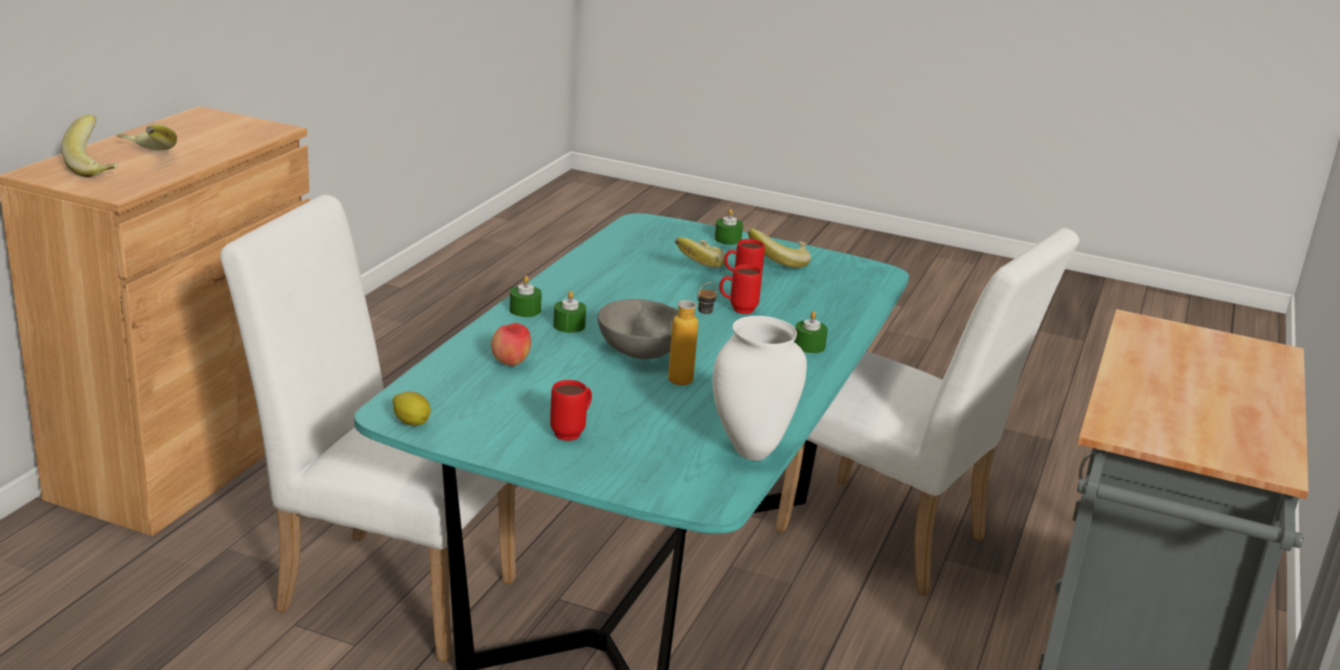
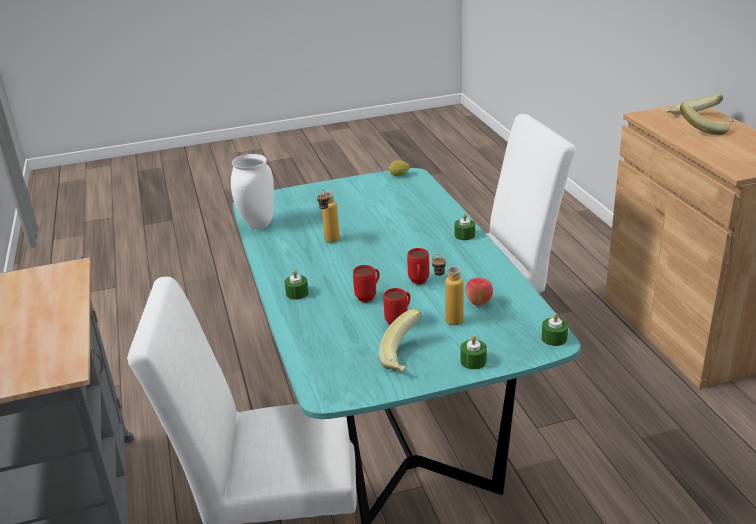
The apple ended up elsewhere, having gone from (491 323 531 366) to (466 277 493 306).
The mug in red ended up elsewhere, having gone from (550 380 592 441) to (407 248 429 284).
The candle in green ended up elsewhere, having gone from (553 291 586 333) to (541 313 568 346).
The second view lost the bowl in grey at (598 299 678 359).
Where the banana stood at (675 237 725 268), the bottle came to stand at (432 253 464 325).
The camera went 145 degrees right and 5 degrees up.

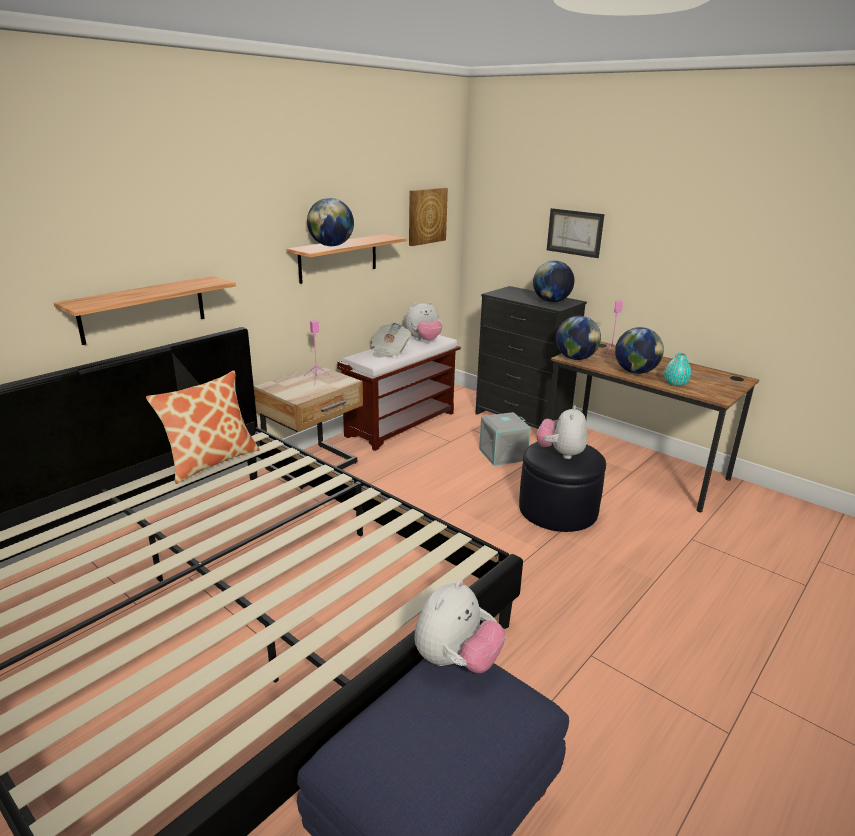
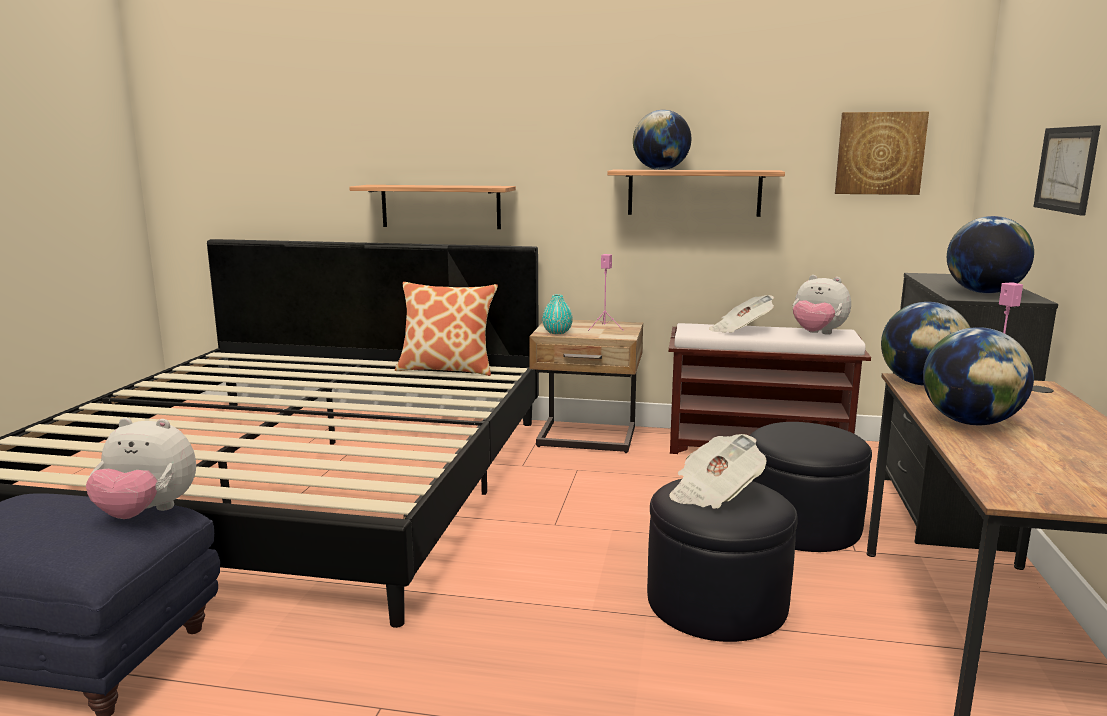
Where the storage box in grey stood at (479 412 530 466), the ottoman in black came to stand at (749 422 872 552).
Where the plush toy stood at (537 406 587 459), the newspaper came to stand at (669 434 766 509).
The vase in turquoise ended up elsewhere, having gone from (664 353 691 386) to (542 294 573 334).
The camera went 60 degrees right and 10 degrees down.

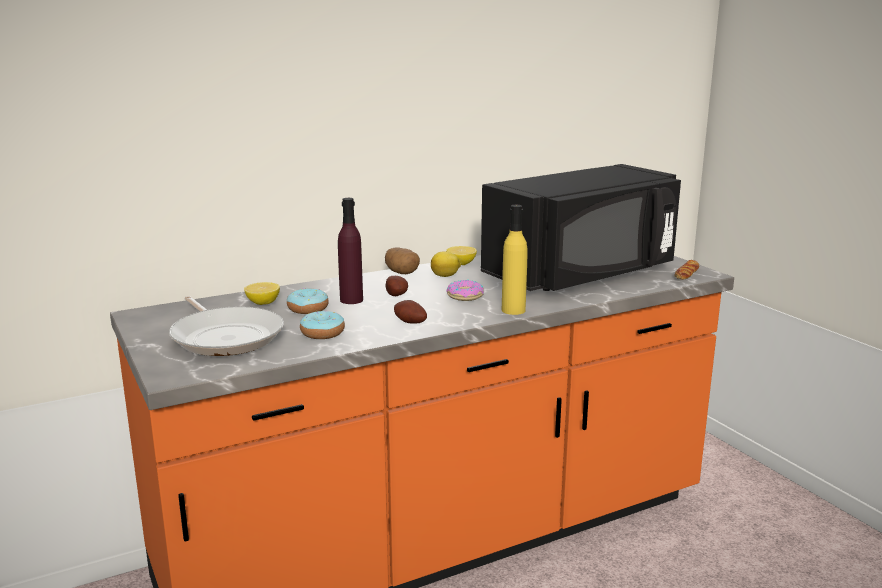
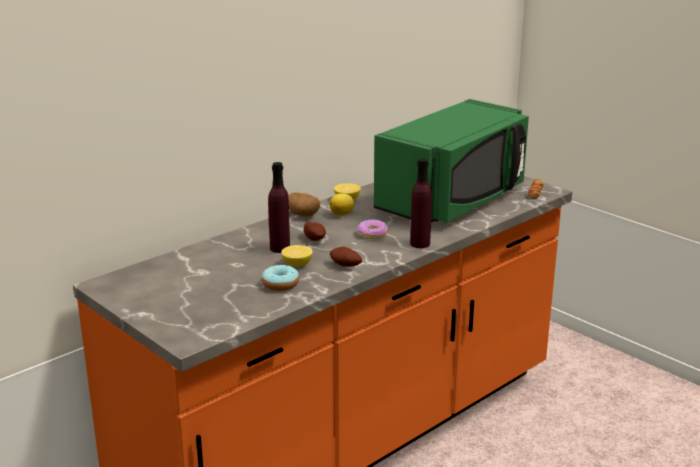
The second view lost the frying pan at (169 296 284 356).
The lemon ended up elsewhere, having gone from (244 282 280 305) to (281 245 313 267).
The second view lost the donut at (287 288 329 314).
What was the microwave in black at (481 164 681 291) turned into the microwave in green at (374 99 529 223).
What was the bottle in yellow at (502 205 527 315) turned into the bottle in purple at (410 158 432 248).
The camera went 15 degrees left and 5 degrees up.

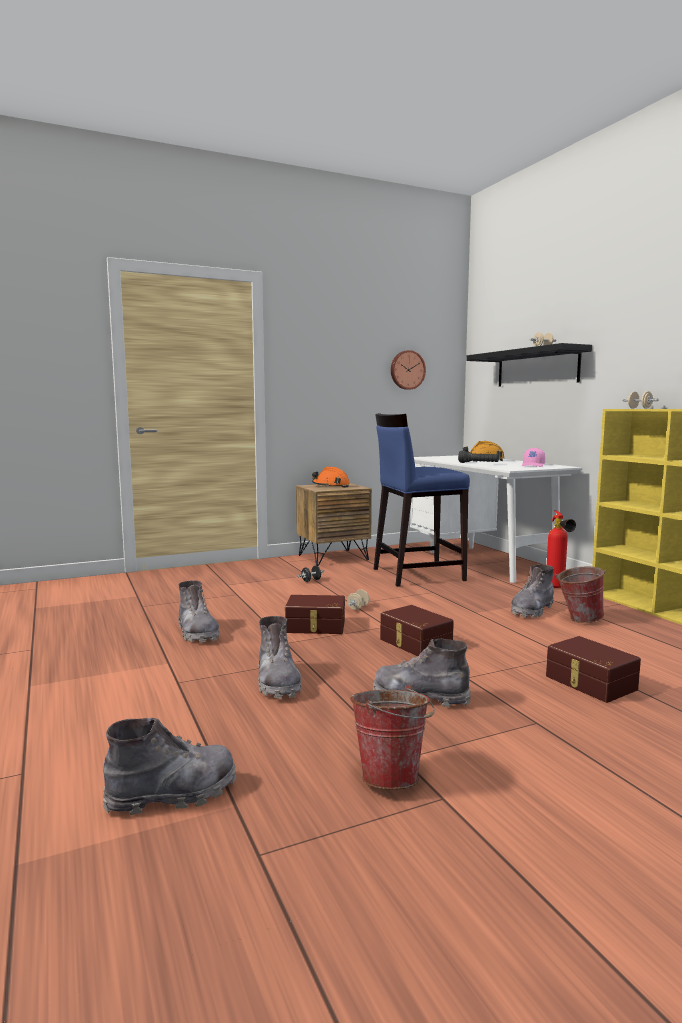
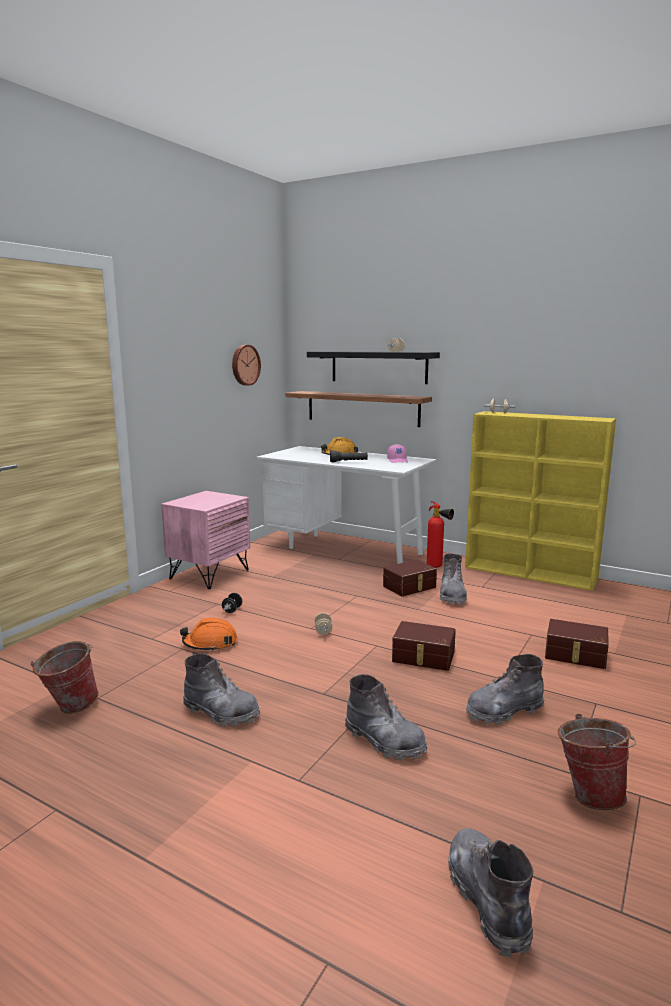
The boot in grey at (103 718 236 815) ended up facing another way, 45 degrees counterclockwise from before.
The storage box in brown ended up elsewhere, having gone from (285 595 345 634) to (383 560 437 596).
What was the nightstand in brown at (296 483 372 566) turned into the nightstand in pink at (161 491 250 589).
The hard hat in orange ended up elsewhere, having gone from (312 467 350 488) to (180 618 237 652).
The second view lost the stool in blue at (374 413 470 587).
The bucket ended up elsewhere, having gone from (555 566 606 623) to (31 641 99 714).
The second view gained the shelf at (285 391 432 427).
The camera went 35 degrees left and 5 degrees up.

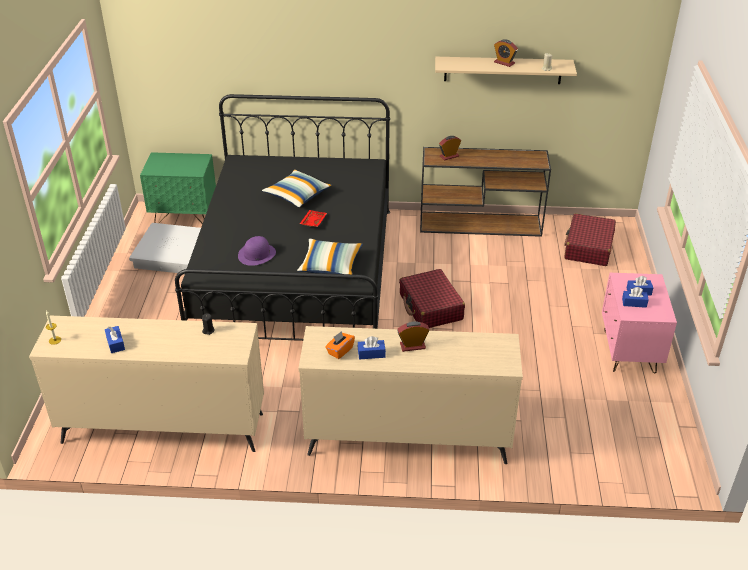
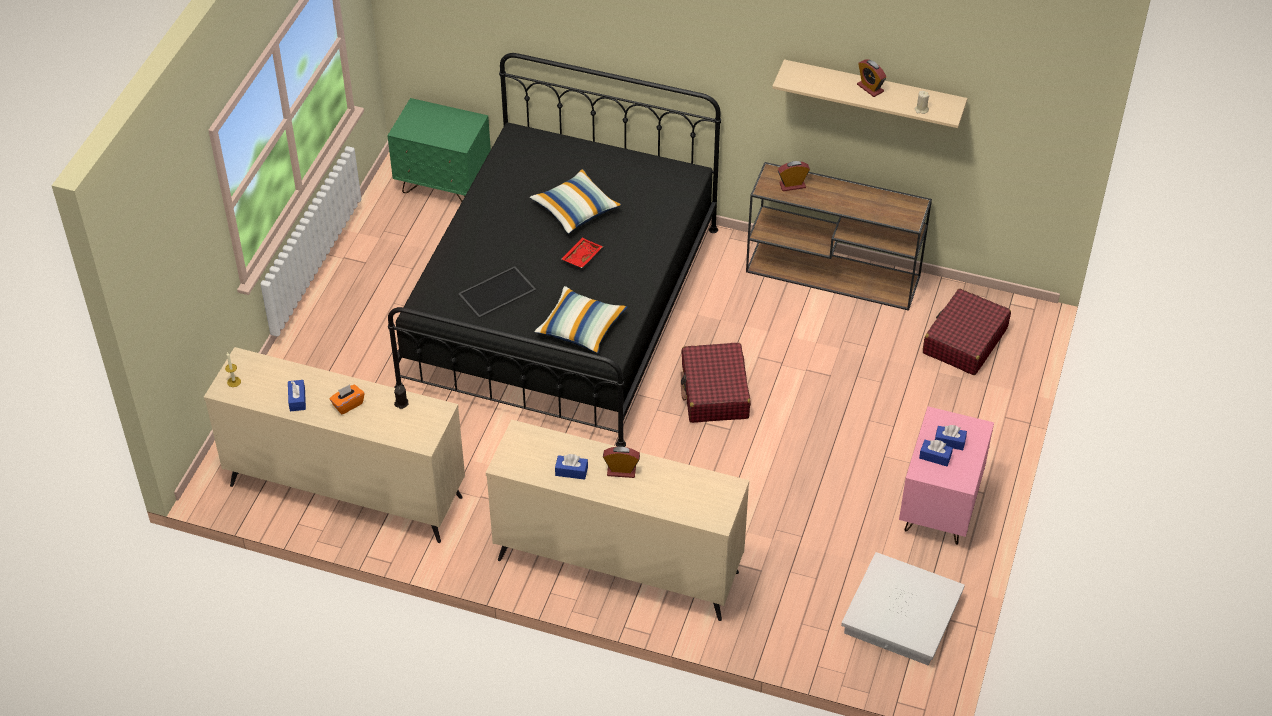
The storage box in white ended up elsewhere, having gone from (129 223 201 273) to (841 552 965 665).
Where the hat in purple stood at (238 236 276 266), the tray came to stand at (458 266 536 319).
The tissue box in orange ended up elsewhere, having gone from (325 331 355 359) to (329 384 364 414).
The camera went 15 degrees right and 10 degrees up.

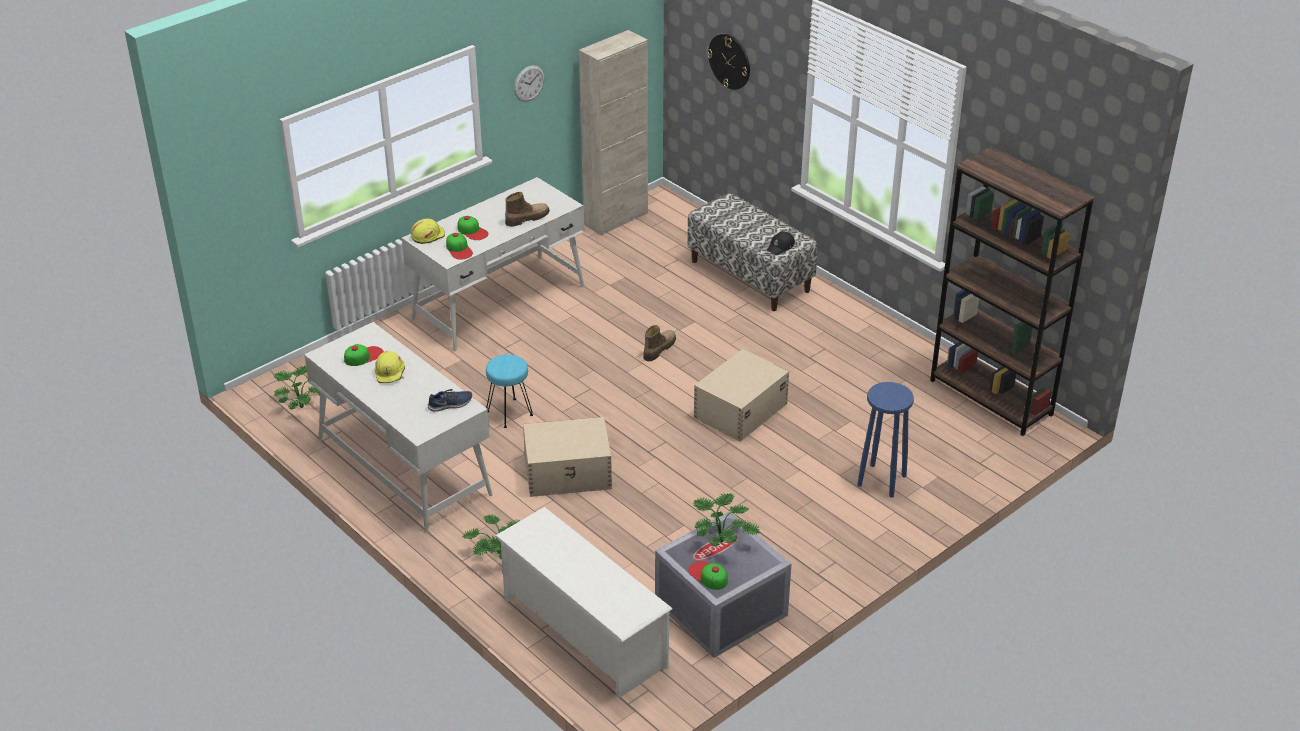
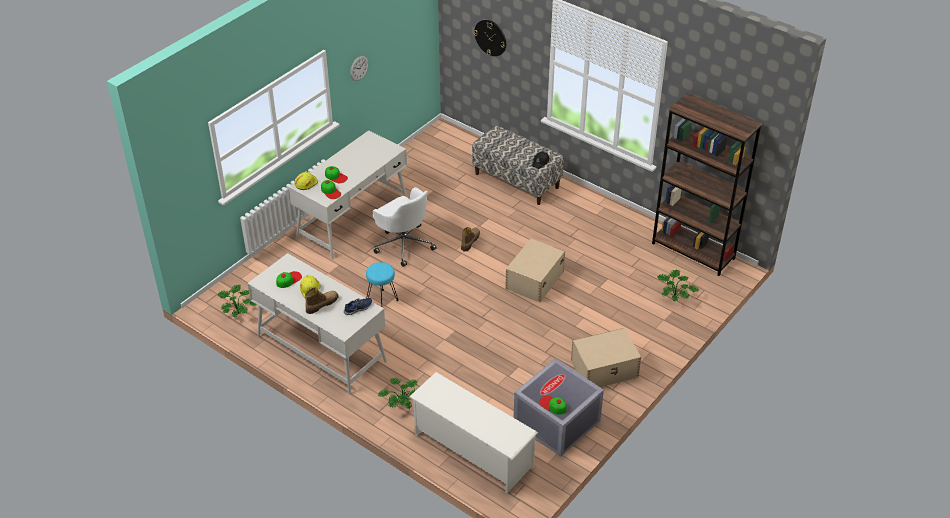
The boot ended up elsewhere, having gone from (505 192 550 226) to (305 287 339 314).
The storage box in beige ended up elsewhere, having gone from (523 417 612 497) to (571 328 641 387).
The second view lost the cabinet in beige at (579 30 648 236).
The potted plant ended up elsewhere, having gone from (693 493 760 546) to (658 270 698 301).
The second view lost the stool in blue at (857 382 914 498).
The second view gained the office chair in white at (373 187 437 267).
The camera went 10 degrees left and 5 degrees up.

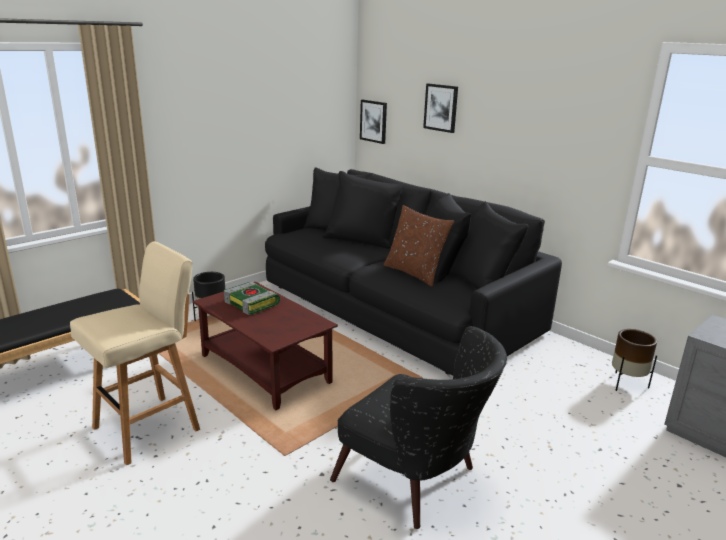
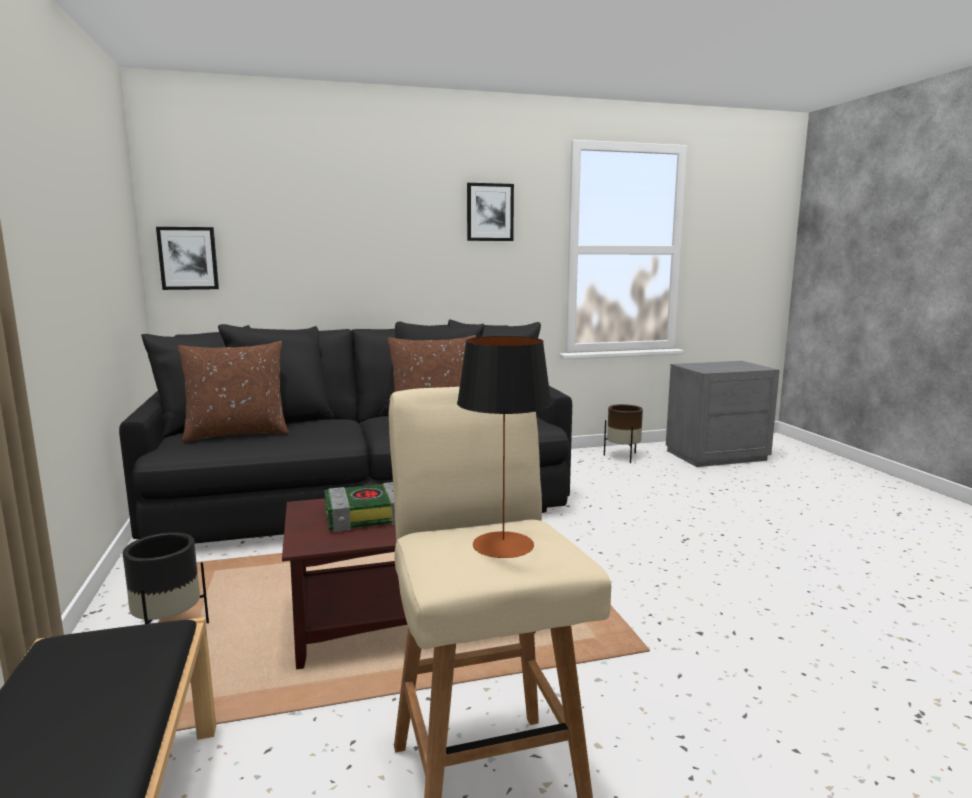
The second view lost the armchair in black at (330 326 507 529).
The picture ended up elsewhere, having gone from (423 83 458 133) to (467 183 514 241).
The second view gained the pillow in brown at (178 341 289 442).
The second view gained the table lamp at (457 336 552 558).
The camera went 60 degrees left and 10 degrees down.

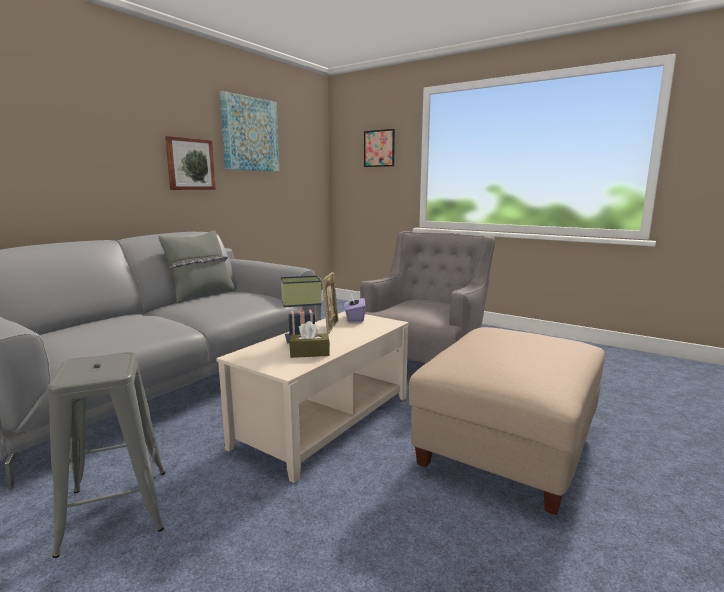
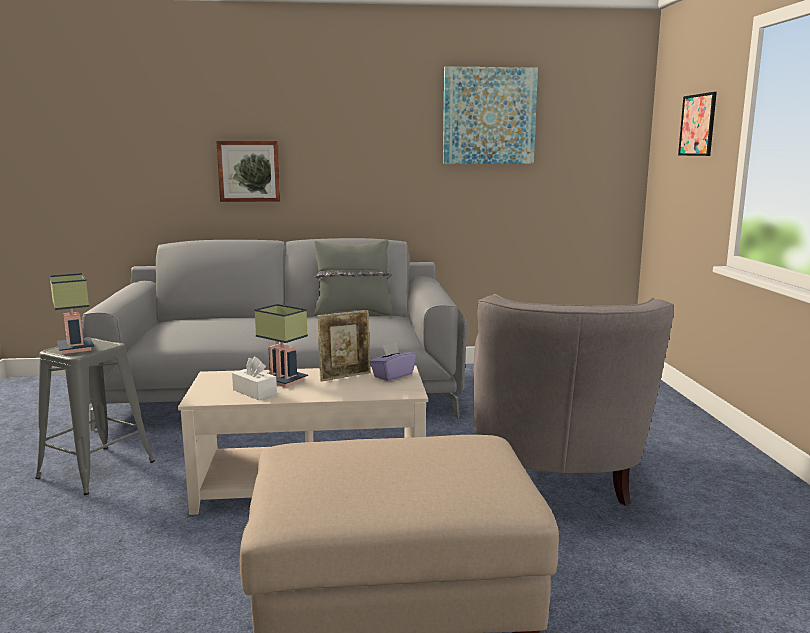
The picture ended up elsewhere, having gone from (165 136 216 190) to (216 141 280 202).
What was the tissue box in brown at (289 321 330 358) turned into the tissue box in white at (232 356 277 400).
The armchair in grey at (360 231 495 363) ended up facing another way, 105 degrees clockwise from before.
The second view gained the table lamp at (49 273 94 354).
The camera went 50 degrees right and 0 degrees up.

